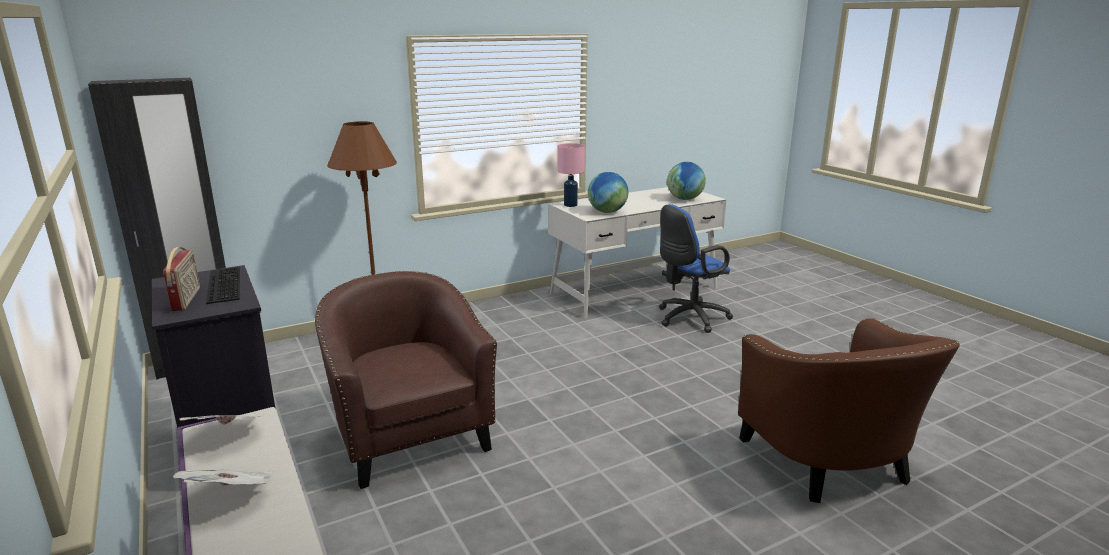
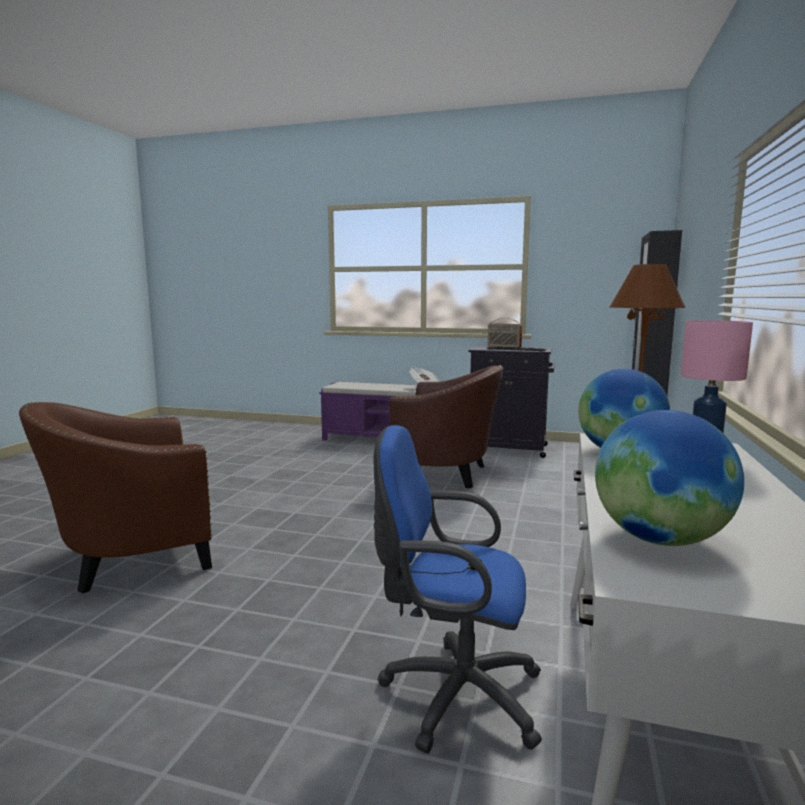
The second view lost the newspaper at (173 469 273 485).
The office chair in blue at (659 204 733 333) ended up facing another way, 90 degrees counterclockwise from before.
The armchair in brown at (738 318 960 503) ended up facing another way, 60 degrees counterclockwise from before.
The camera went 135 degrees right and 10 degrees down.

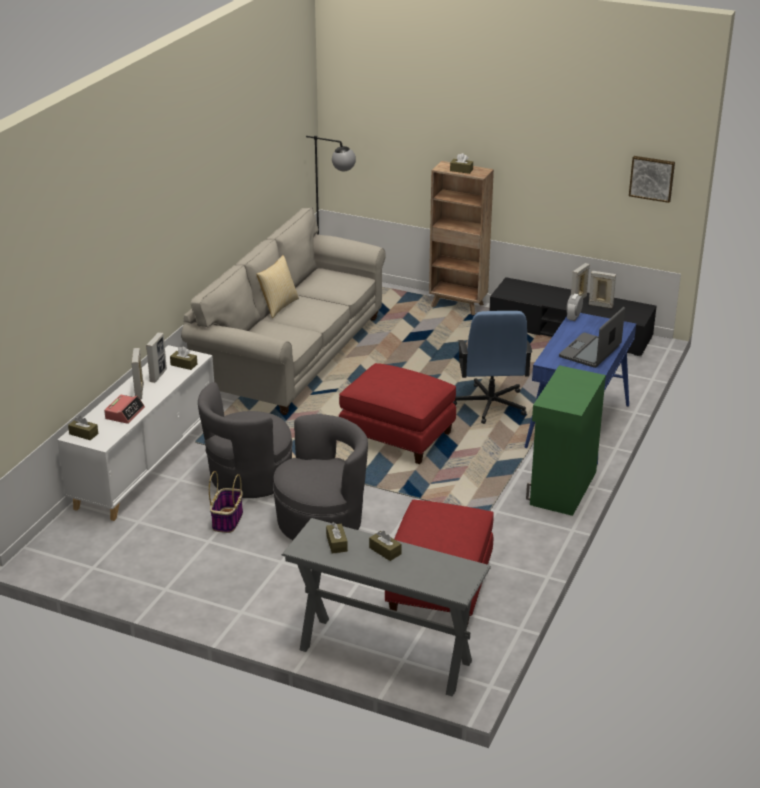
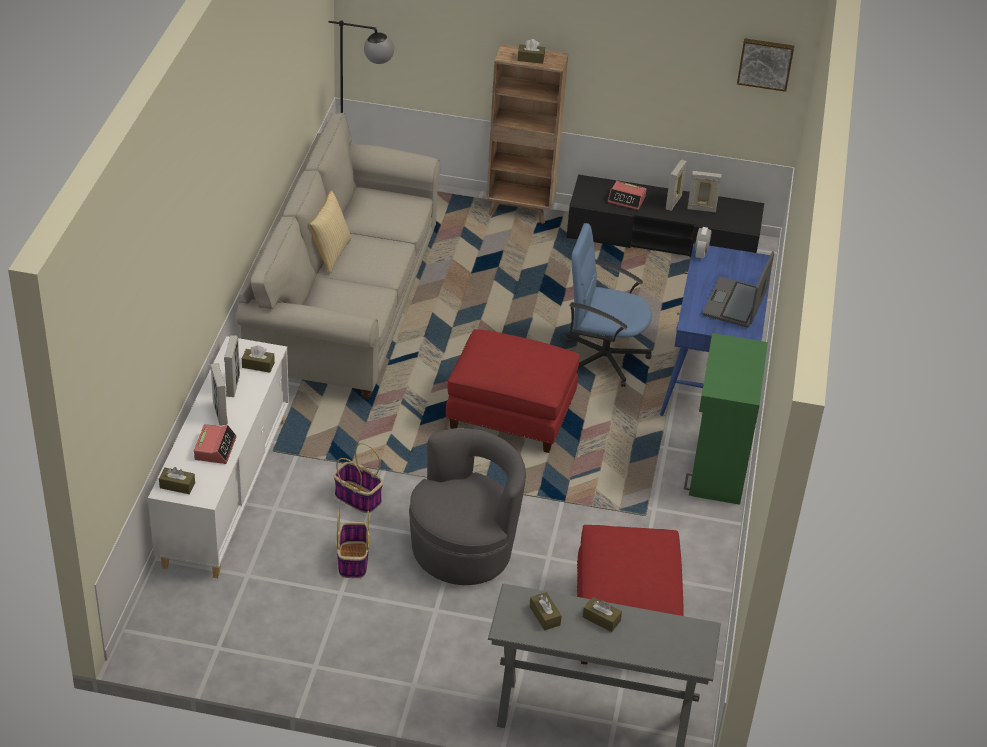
Where the armchair in grey stood at (198 382 293 498), the basket came to stand at (333 443 383 513).
The office chair in blue at (453 311 532 424) ended up facing another way, 120 degrees clockwise from before.
The second view gained the alarm clock at (608 181 646 210).
The camera went 15 degrees left and 10 degrees up.

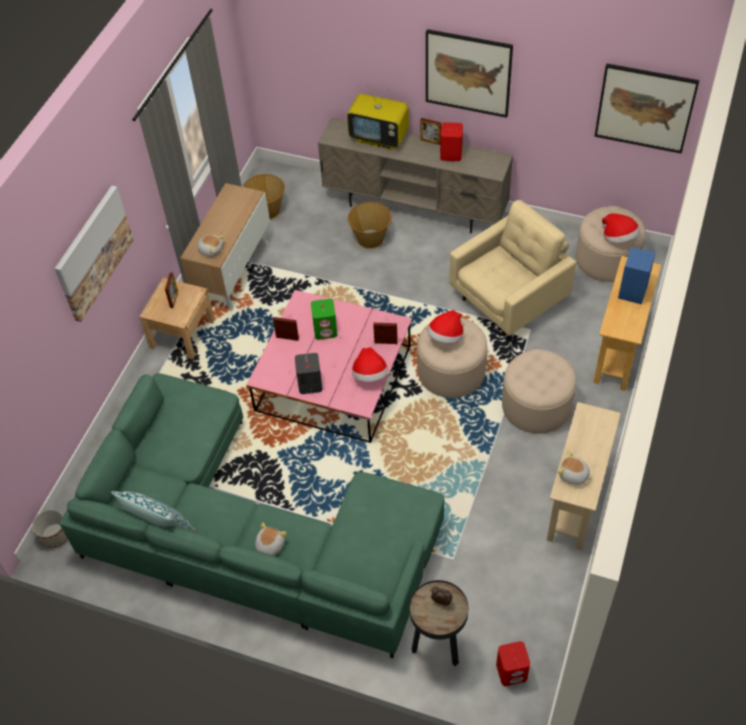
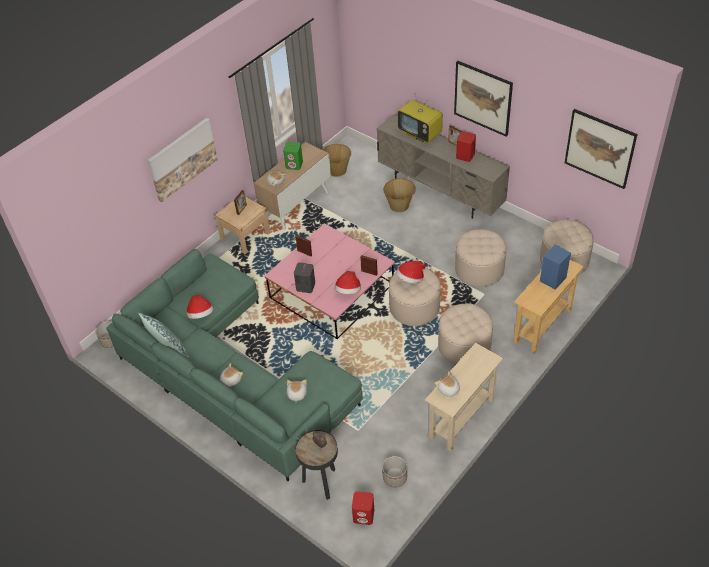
The speaker in green ended up elsewhere, having gone from (311 299 337 340) to (283 142 303 170).
Where the armchair in beige stood at (449 200 576 336), the ottoman in beige came to stand at (455 229 506 287).
The hat ended up elsewhere, having gone from (602 214 640 243) to (187 294 214 319).
The second view gained the plush toy at (287 379 307 402).
The second view gained the planter at (382 456 407 487).
The camera went 20 degrees right and 5 degrees down.

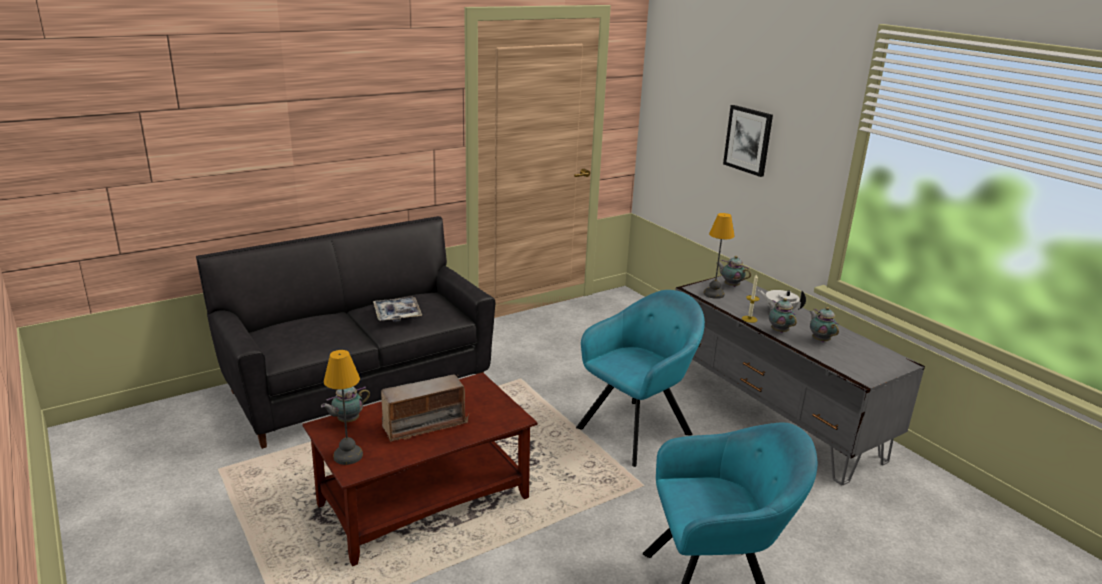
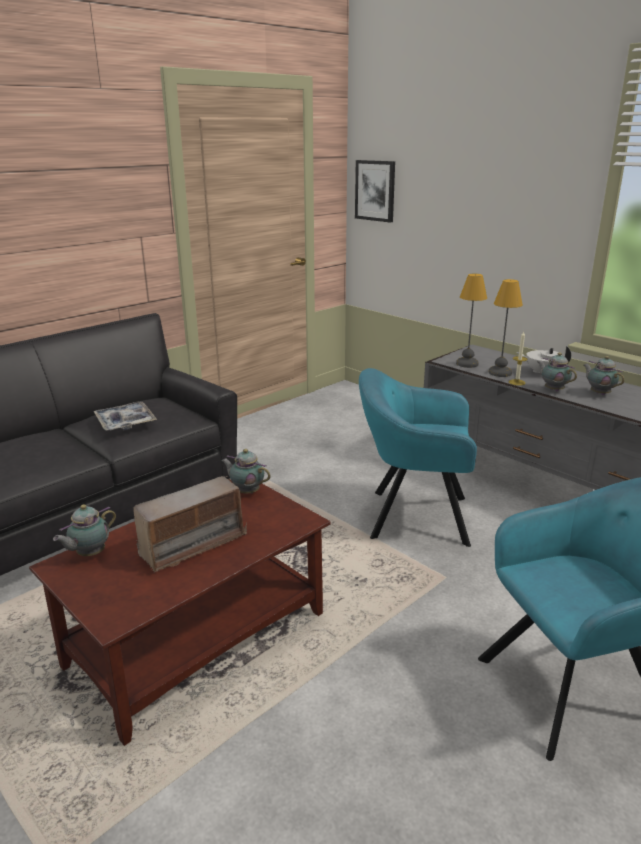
The table lamp ended up elsewhere, having gone from (324 350 363 465) to (489 279 523 377).
The armchair in turquoise at (576 290 705 467) ended up facing another way, 120 degrees counterclockwise from before.
The teapot ended up elsewhere, having gone from (717 256 751 287) to (222 449 271 494).
The picture ended up elsewhere, having gone from (723 105 773 177) to (355 160 395 223).
The camera went 10 degrees left and 0 degrees up.

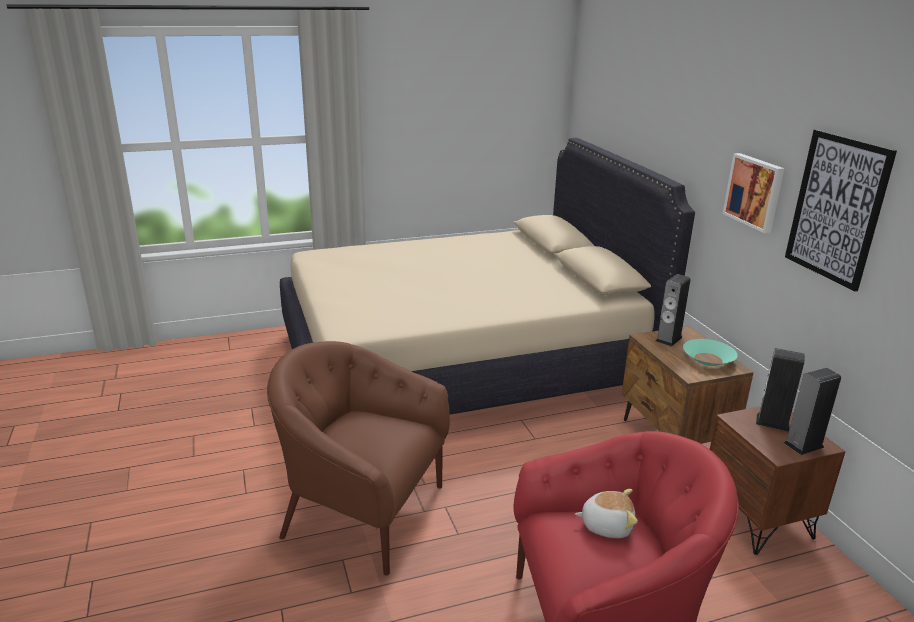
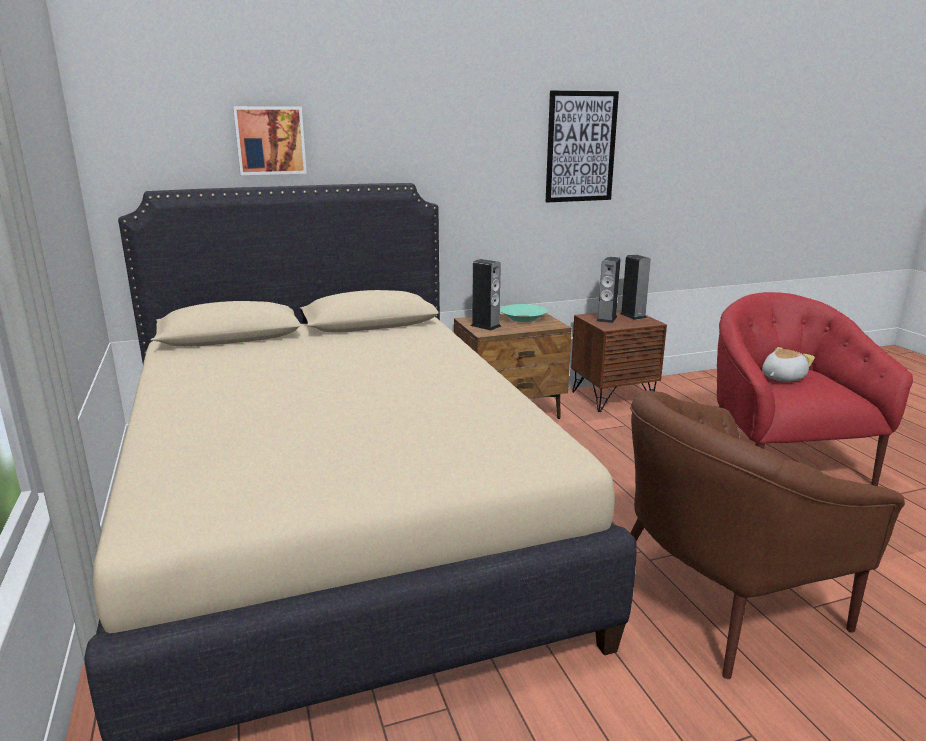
The armchair in brown at (267 341 450 575) ended up facing another way, 45 degrees clockwise from before.
The plush toy at (575 489 638 538) ended up facing another way, 45 degrees clockwise from before.
The picture ended up elsewhere, having gone from (723 153 785 233) to (233 106 307 175).
The camera went 90 degrees left and 5 degrees down.

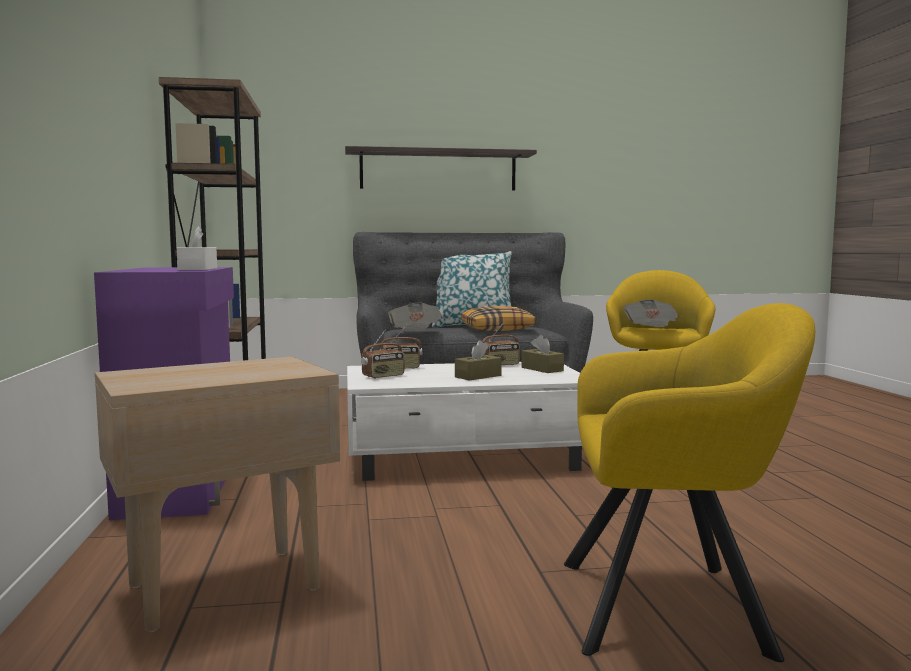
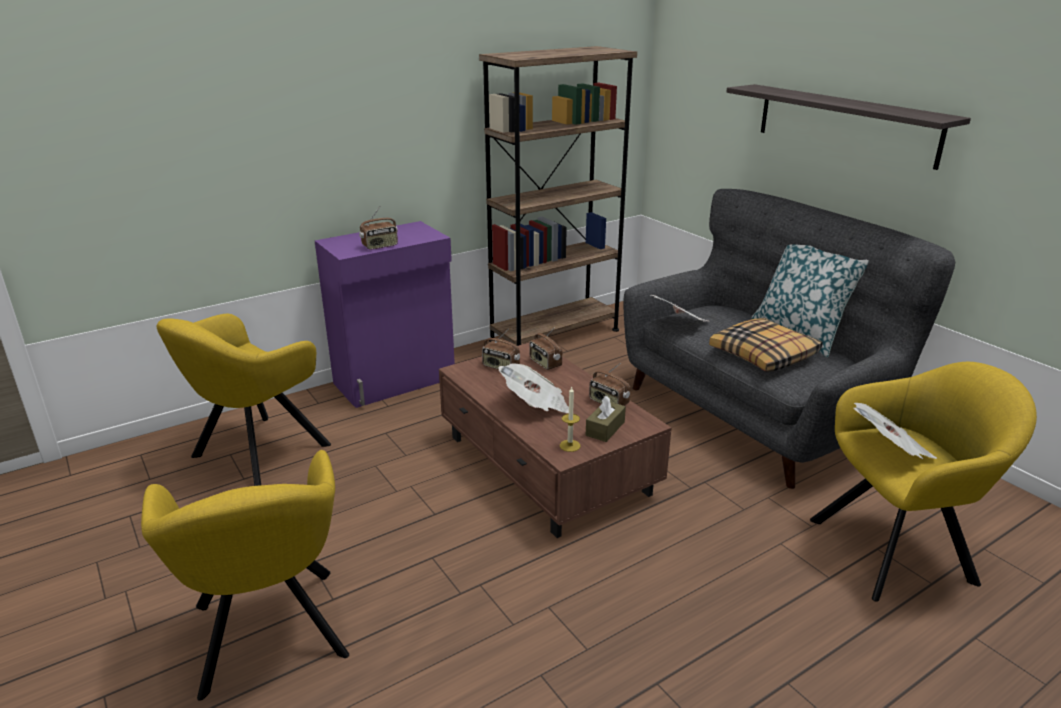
Where the side table in beige stood at (95 357 340 632), the armchair in yellow came to stand at (156 314 331 486).
Where the tissue box in white stood at (177 226 217 270), the radio came to stand at (359 207 398 250).
What was the coffee table in white at (347 362 582 481) turned into the coffee table in brown at (439 342 671 538).
Where the tissue box in brown stood at (455 340 502 381), the newspaper came to stand at (499 364 569 413).
The second view gained the candle at (560 387 580 452).
The camera went 65 degrees right and 20 degrees up.

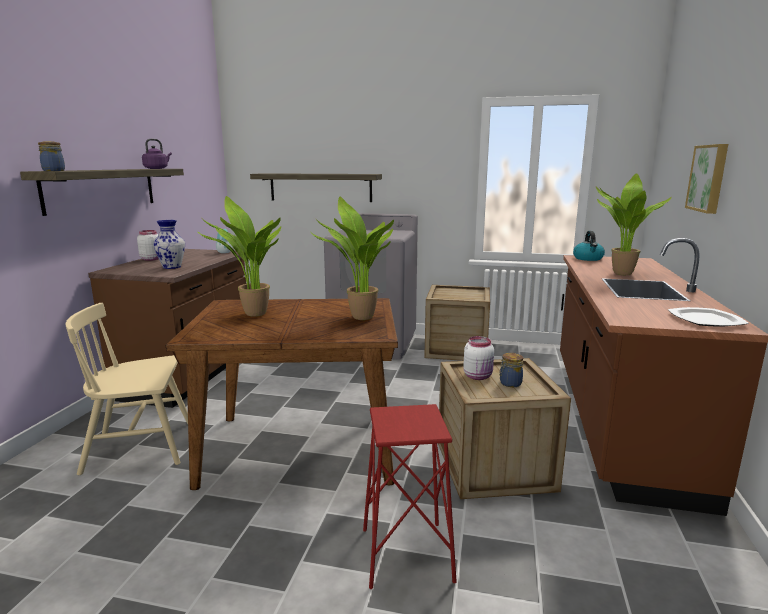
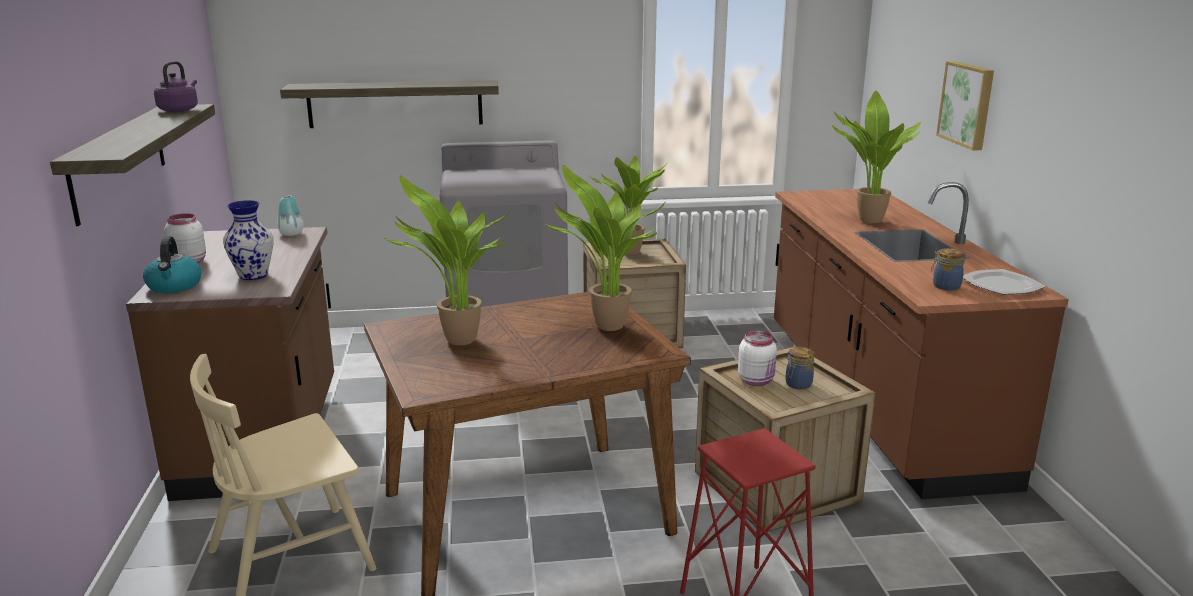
The jar ended up elsewhere, having gone from (38 141 65 171) to (931 248 965 291).
The kettle ended up elsewhere, having gone from (573 231 605 261) to (143 236 201 293).
The second view gained the potted plant at (589 156 667 255).
The camera went 20 degrees left and 5 degrees up.

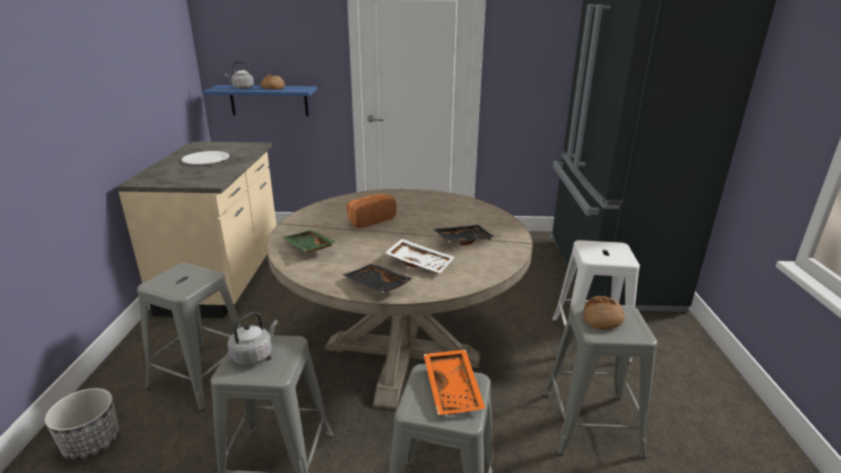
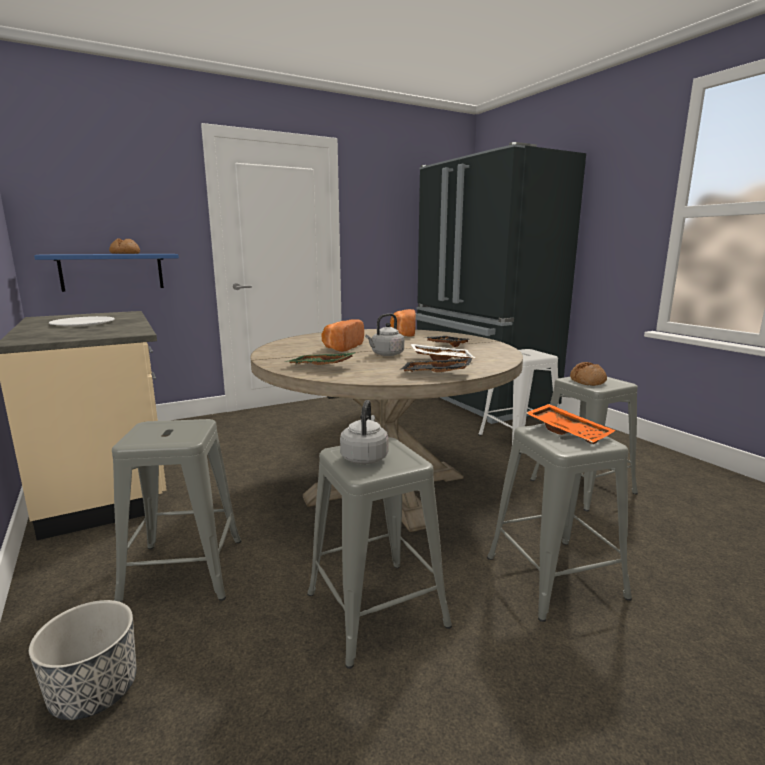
The kettle in grey ended up elsewhere, having gone from (225 61 254 89) to (365 313 404 356).
The second view gained the bread at (390 309 416 337).
The camera went 30 degrees left and 10 degrees down.

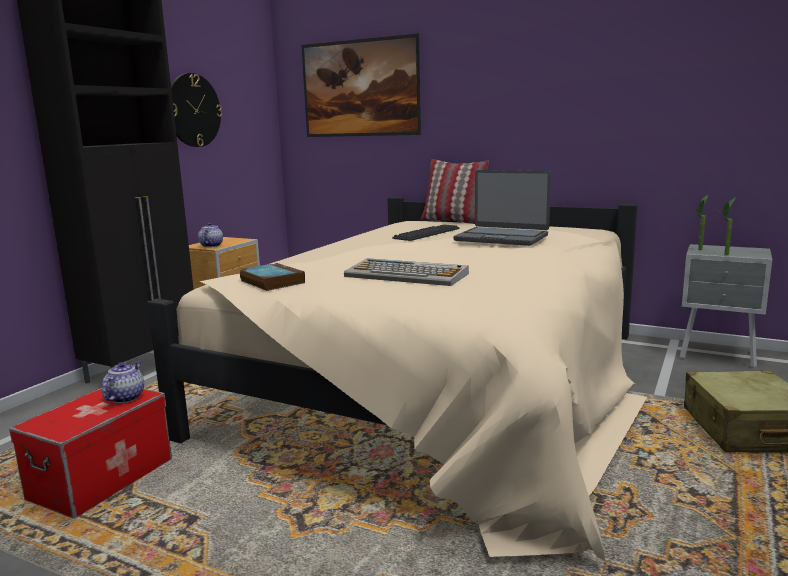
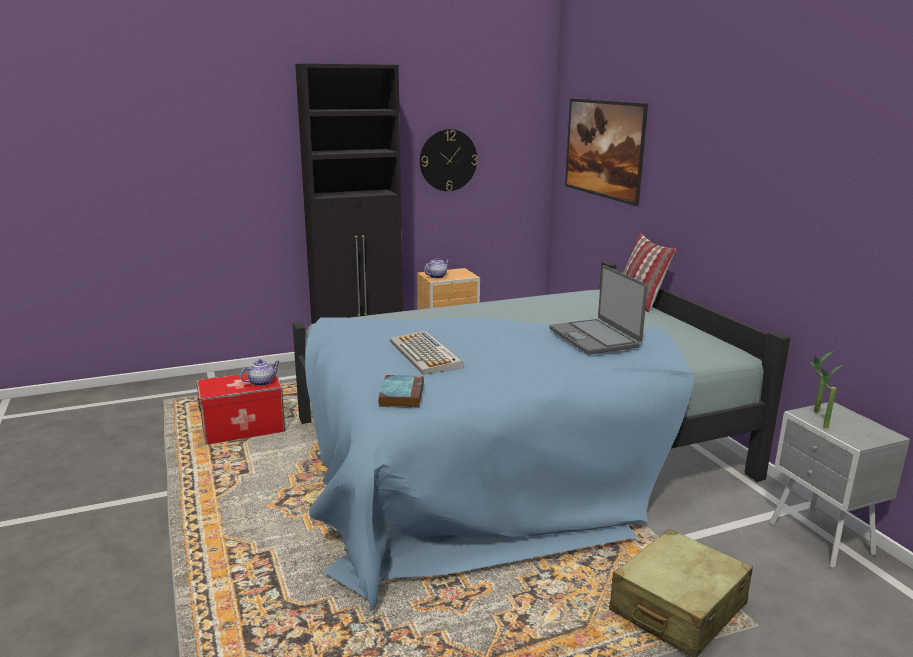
What was the bed in beige at (147 197 647 561) turned into the bed in blue at (292 262 790 611).
The book ended up elsewhere, having gone from (240 263 305 291) to (378 375 424 408).
The second view lost the keyboard at (392 224 459 241).
The camera went 40 degrees right and 5 degrees up.

